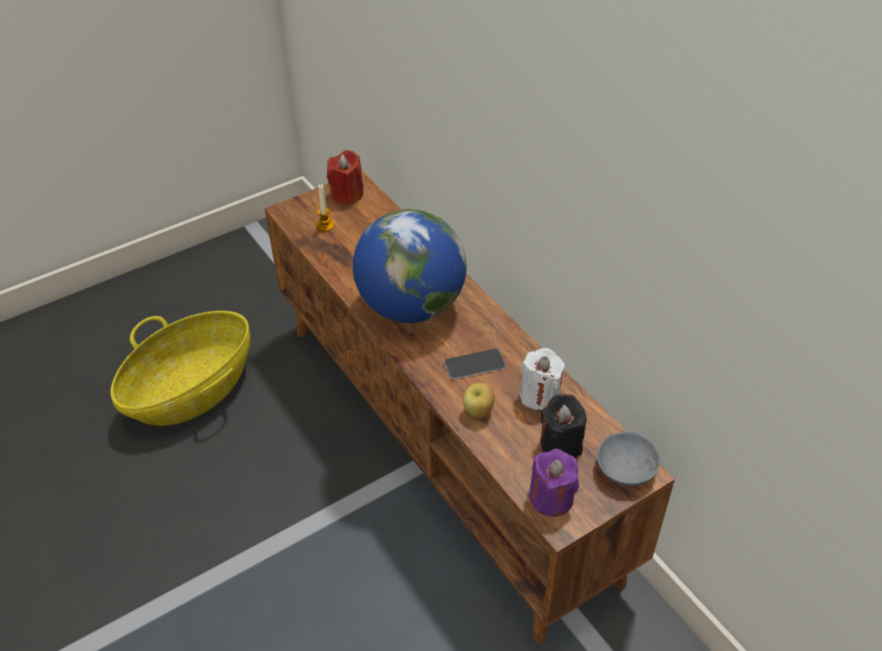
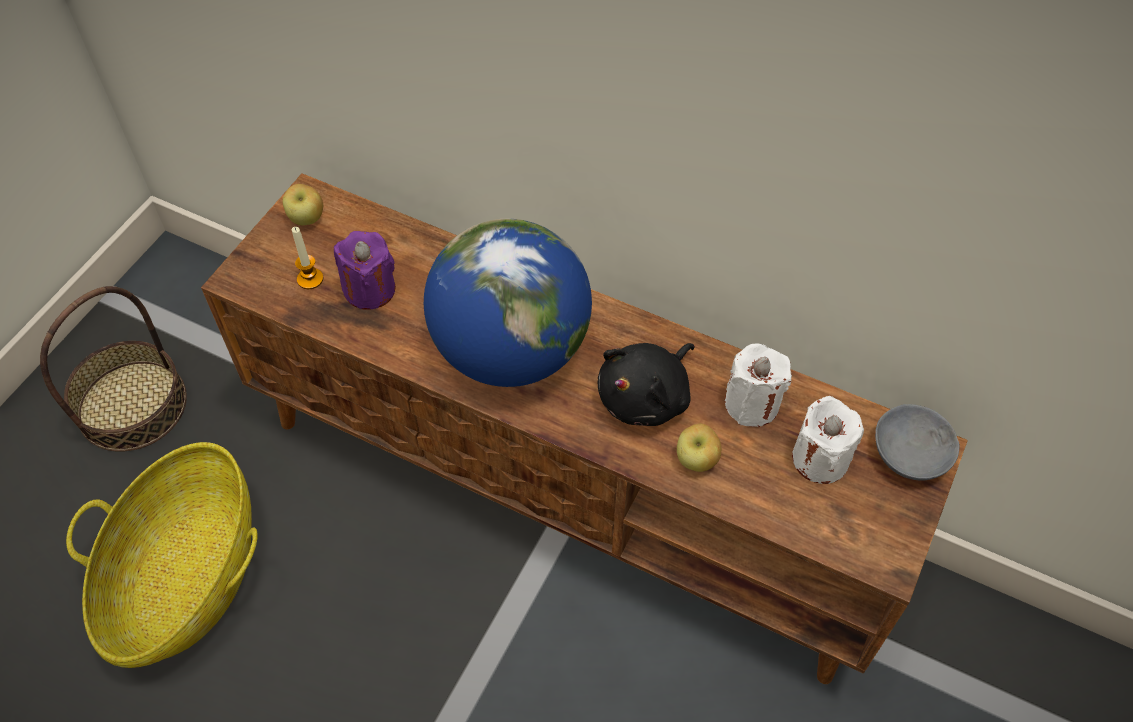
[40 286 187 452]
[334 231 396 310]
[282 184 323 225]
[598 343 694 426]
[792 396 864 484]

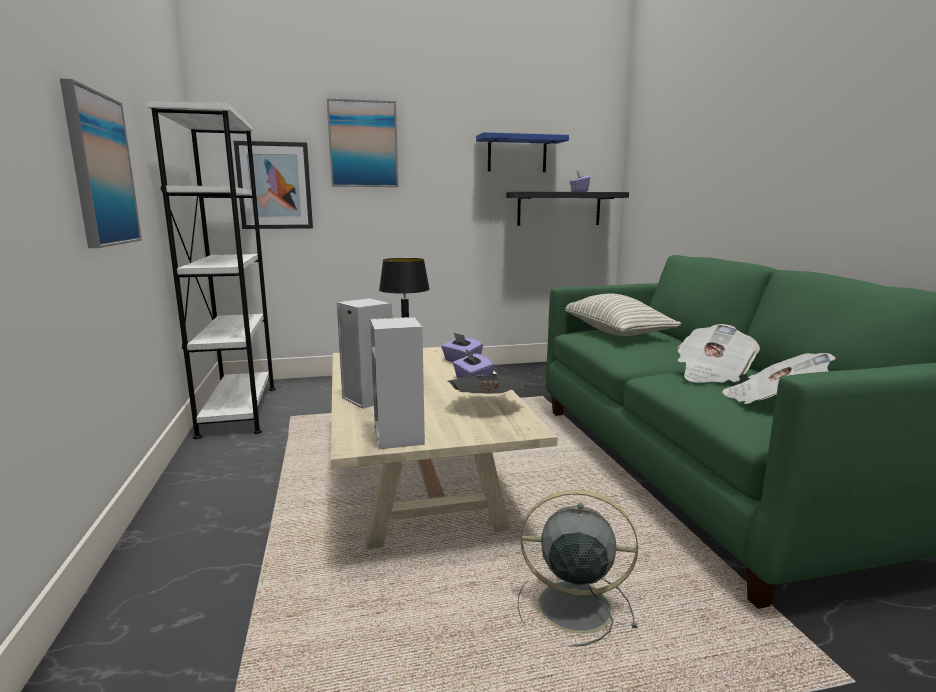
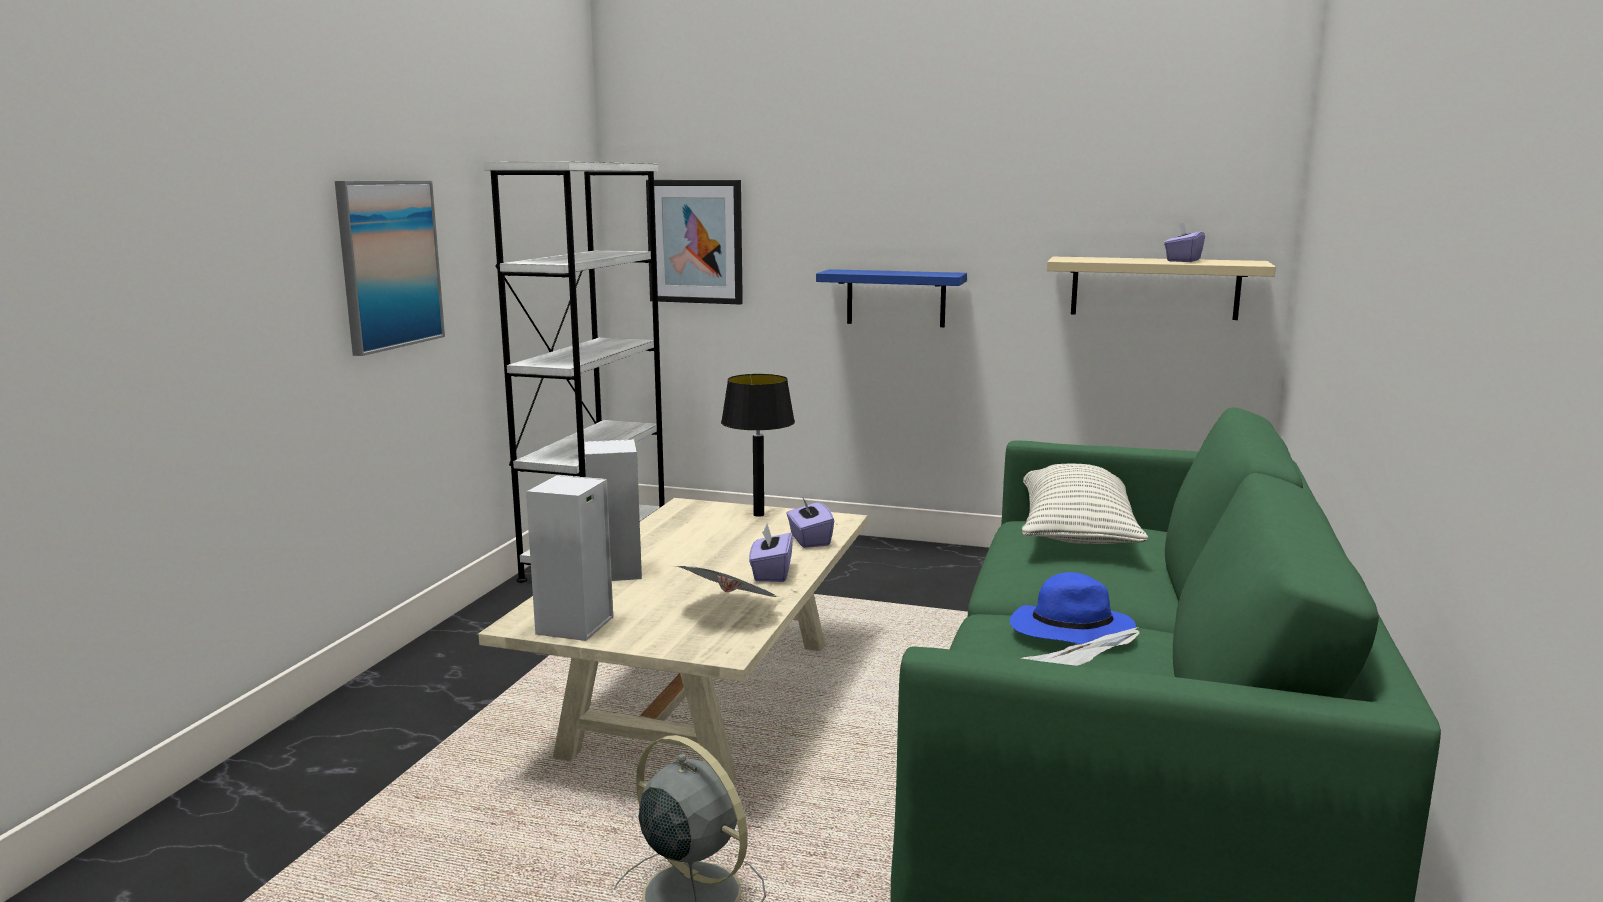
[327 98 398 187] (first image)
[816 269 967 327]
[1010 572 1136 644]
[1047 257 1276 320]

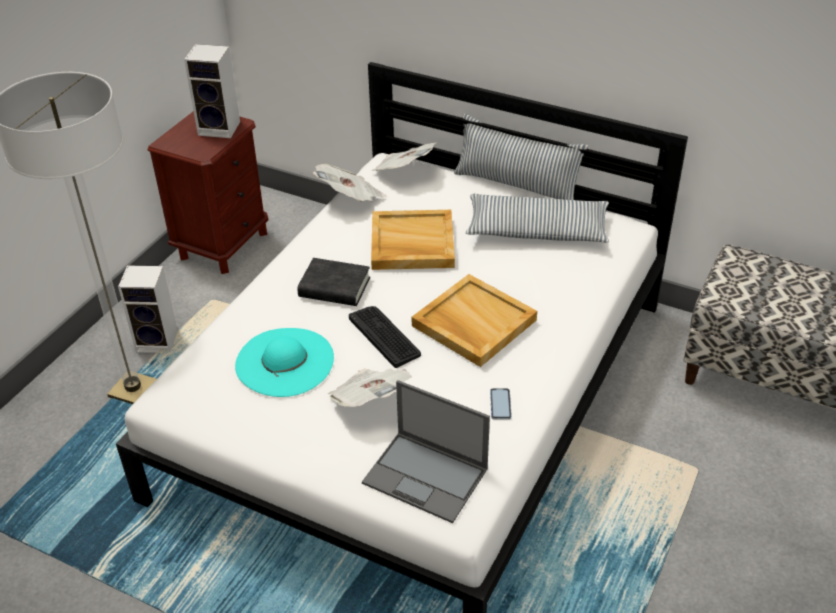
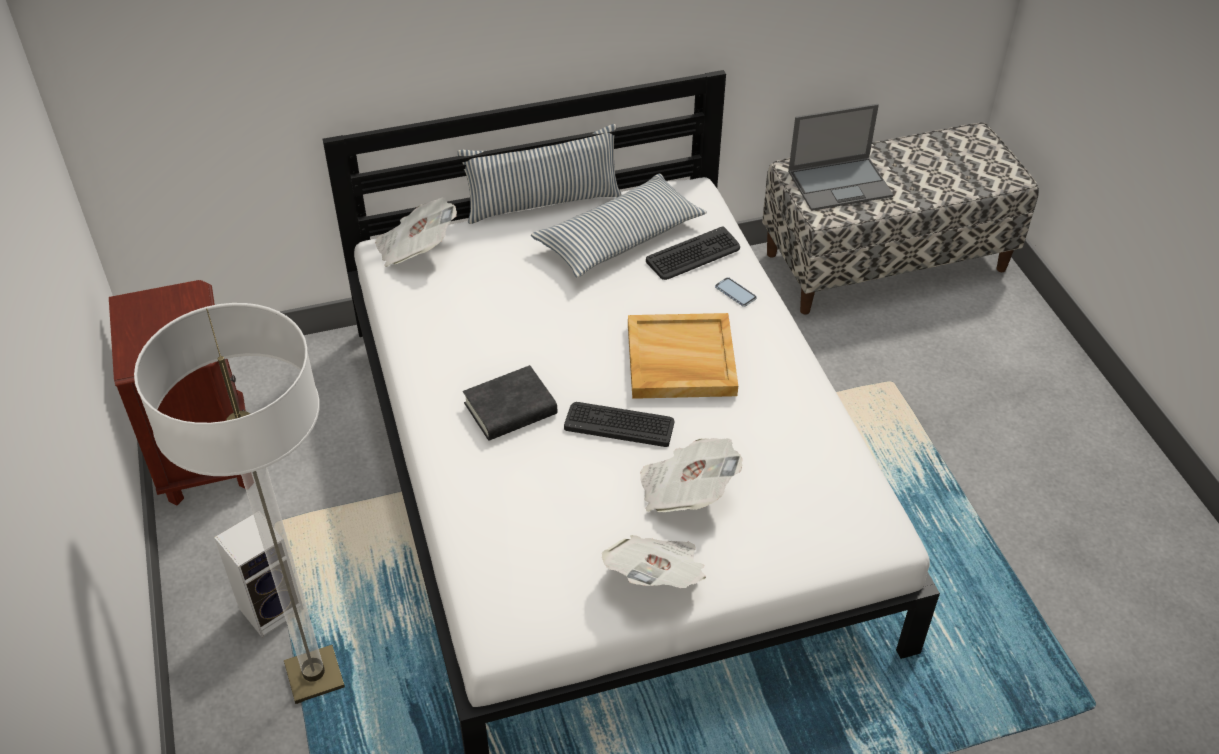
[184 44 240 138] (first image)
[235 328 334 397] (first image)
[371 210 455 270] (first image)
[646 226 740 280]
[602 535 706 588]
[788 104 894 211]
[715 277 757 307]

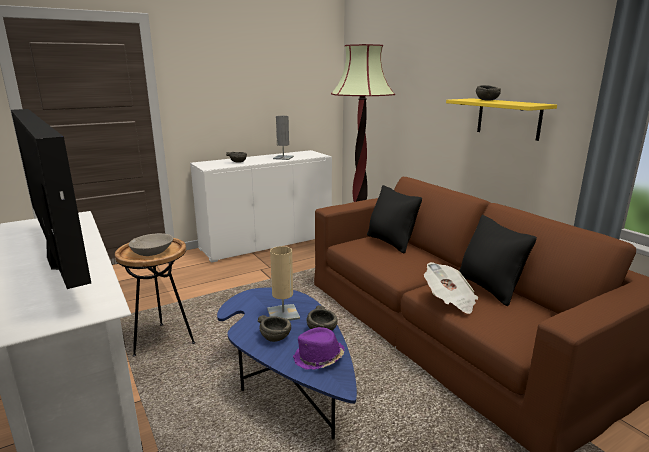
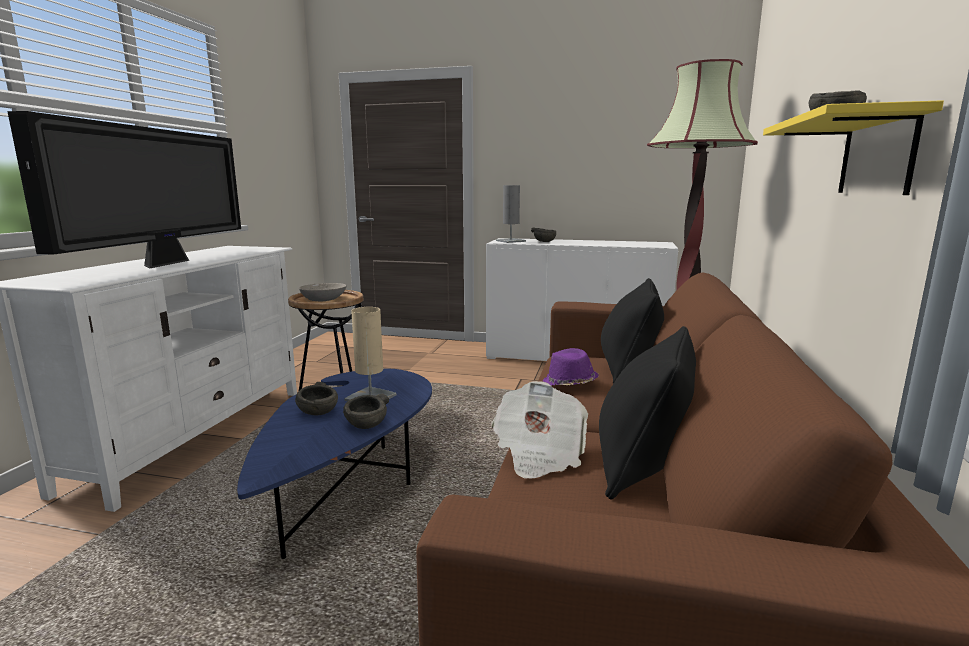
[496 185 526 243]
[543 348 599 386]

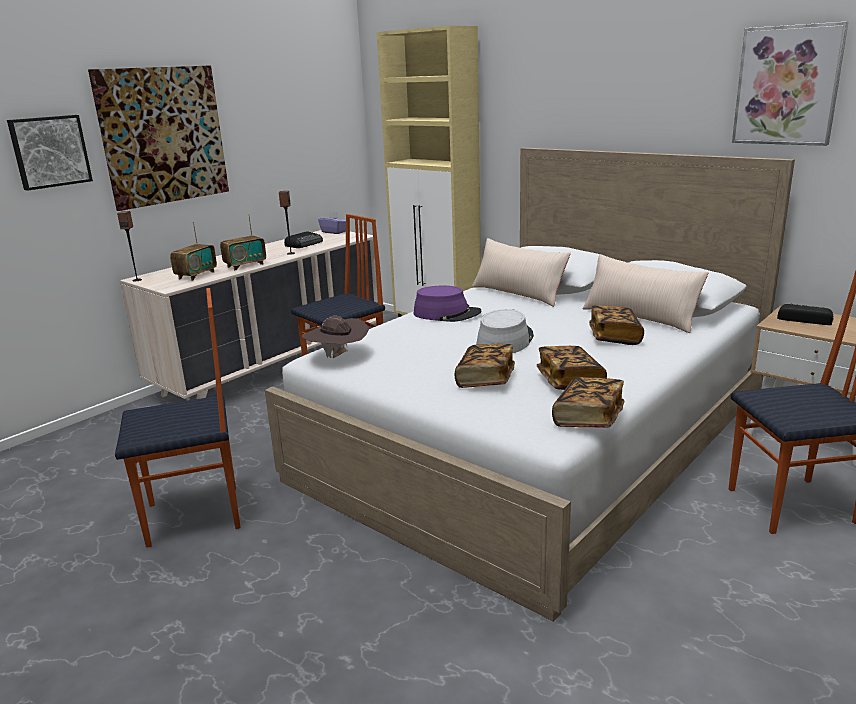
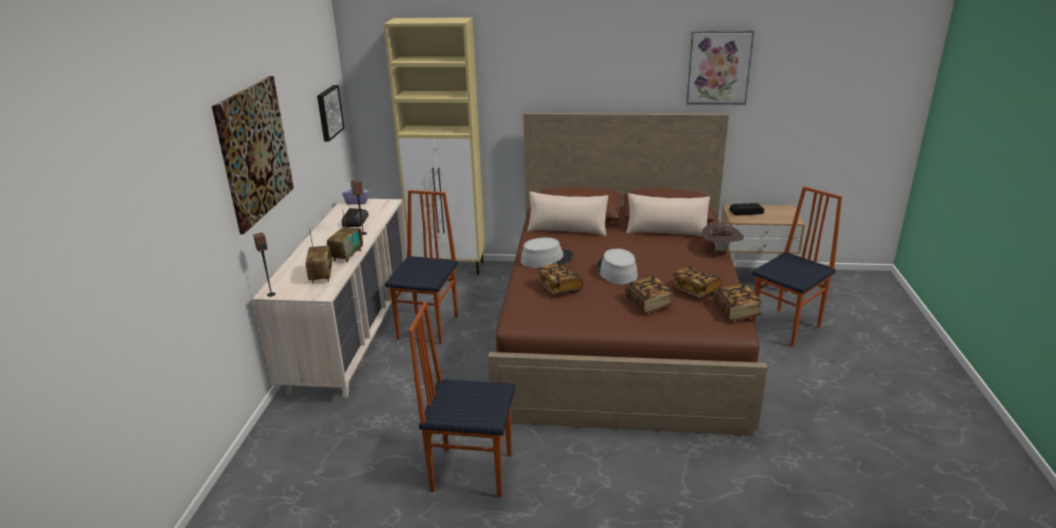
[317 85 345 141]
[701 223 744 252]
[536 263 583 295]
[488 113 767 436]
[521 237 573 268]
[409 302 515 498]

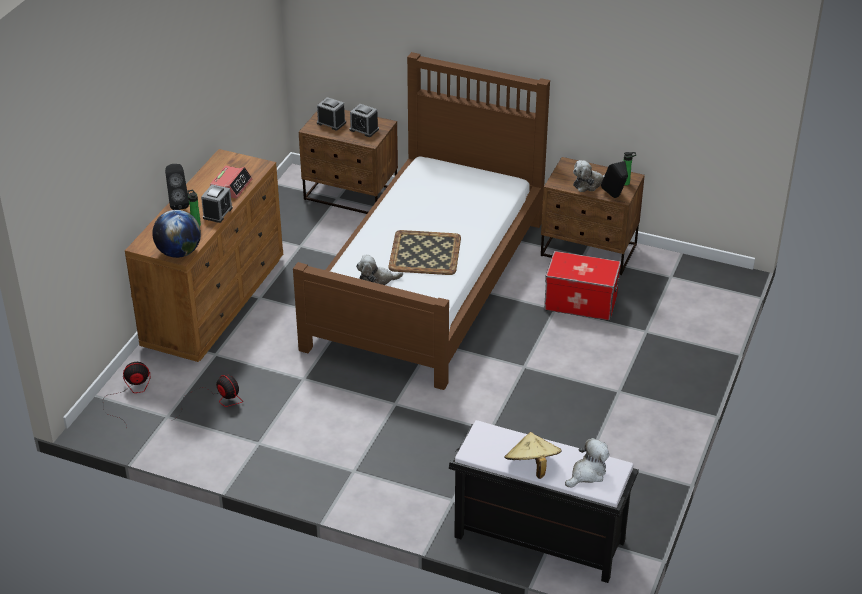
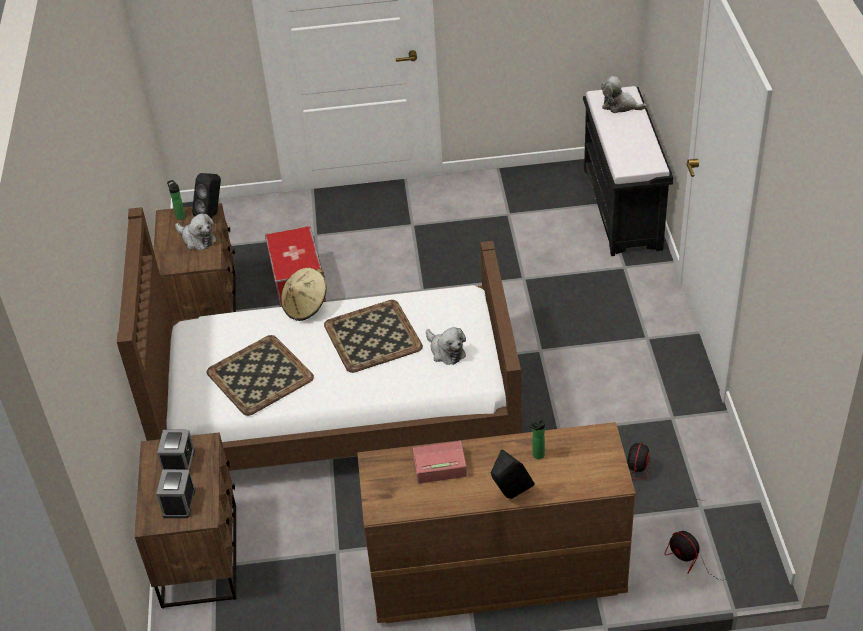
[152 210 201 258] (first image)
[201 184 233 223] (first image)
[207 335 314 416]
[281 268 326 321]

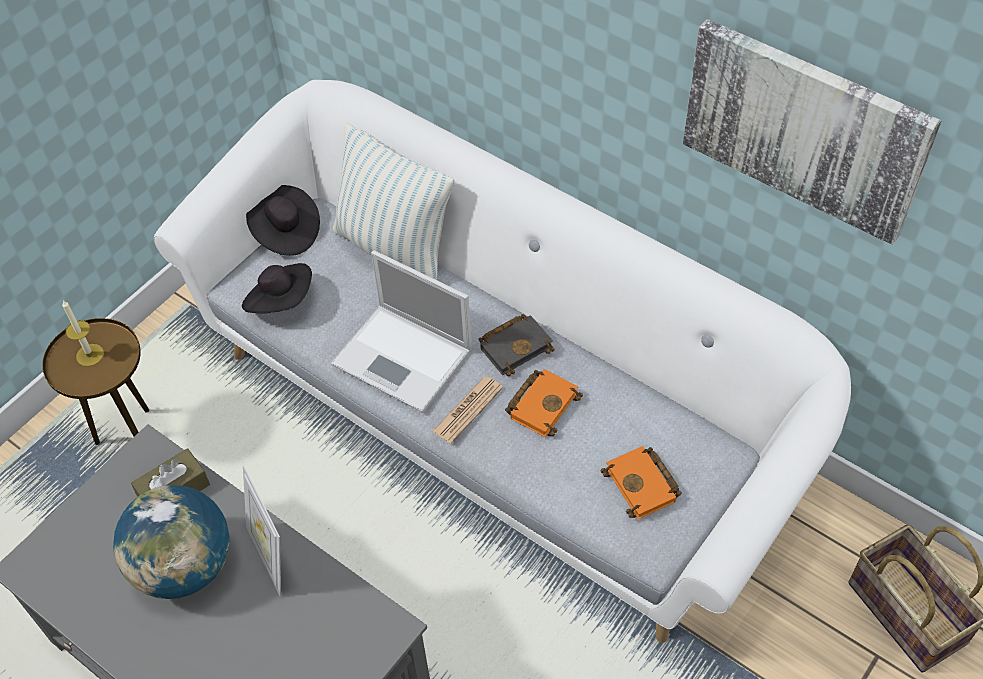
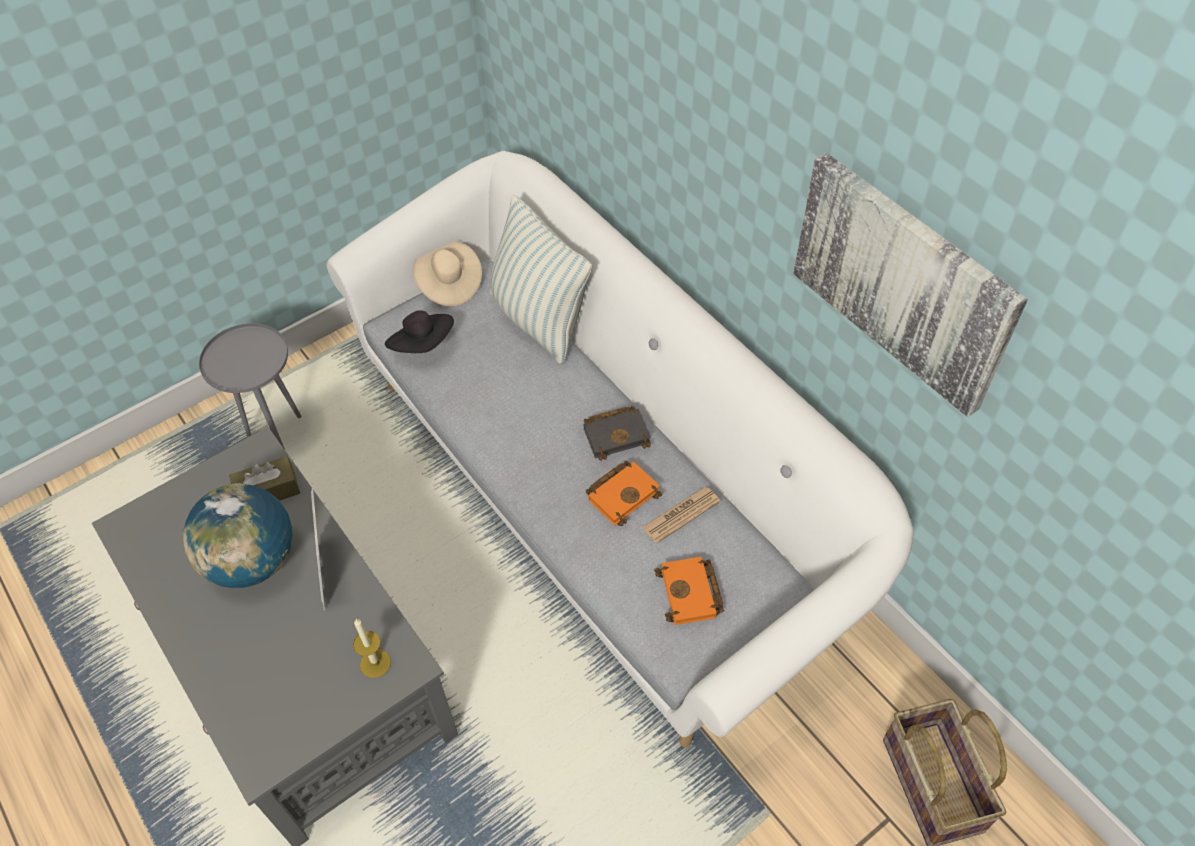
[331 250 472 413] (first image)
[353 619 391 678]
[642 487 720 543]
[199 323 302 449]
[413 241 482 307]

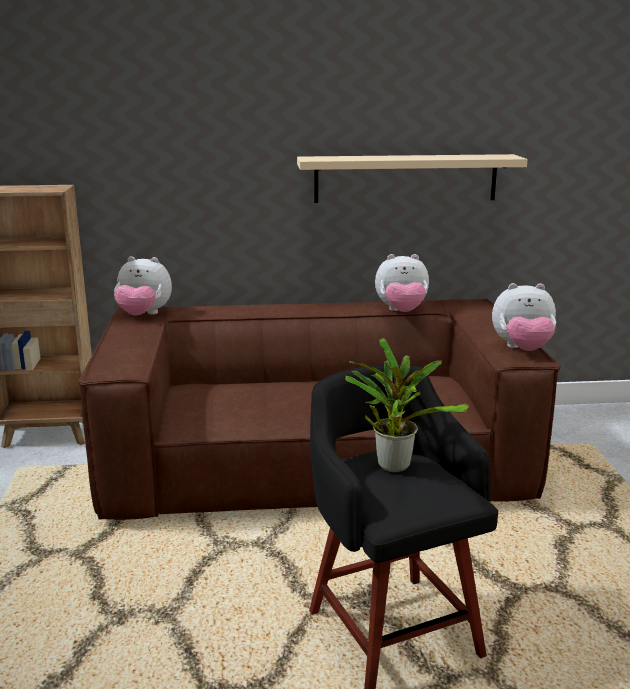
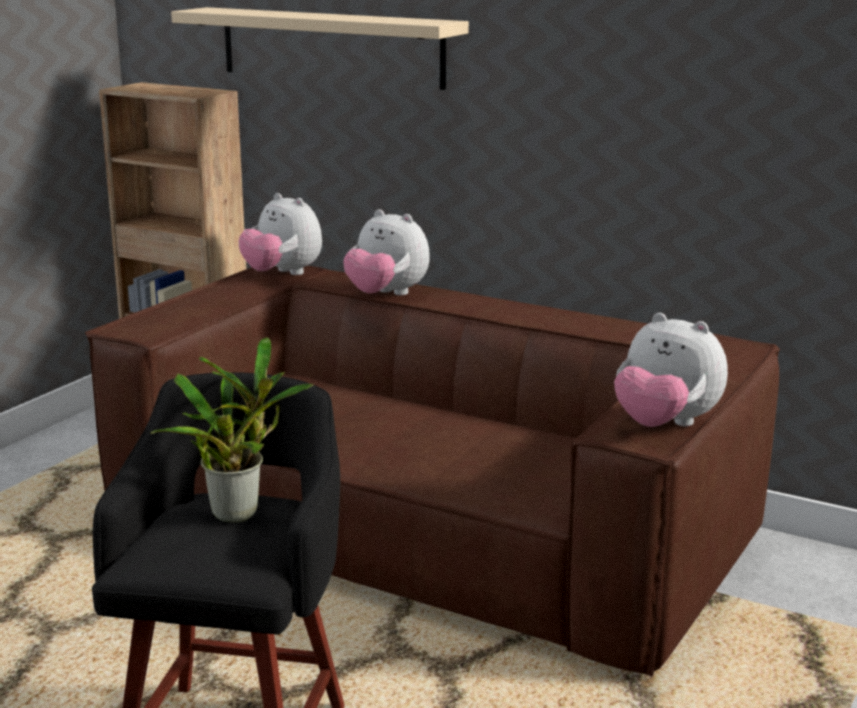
[171 7 469 90]
[343 209 430 296]

